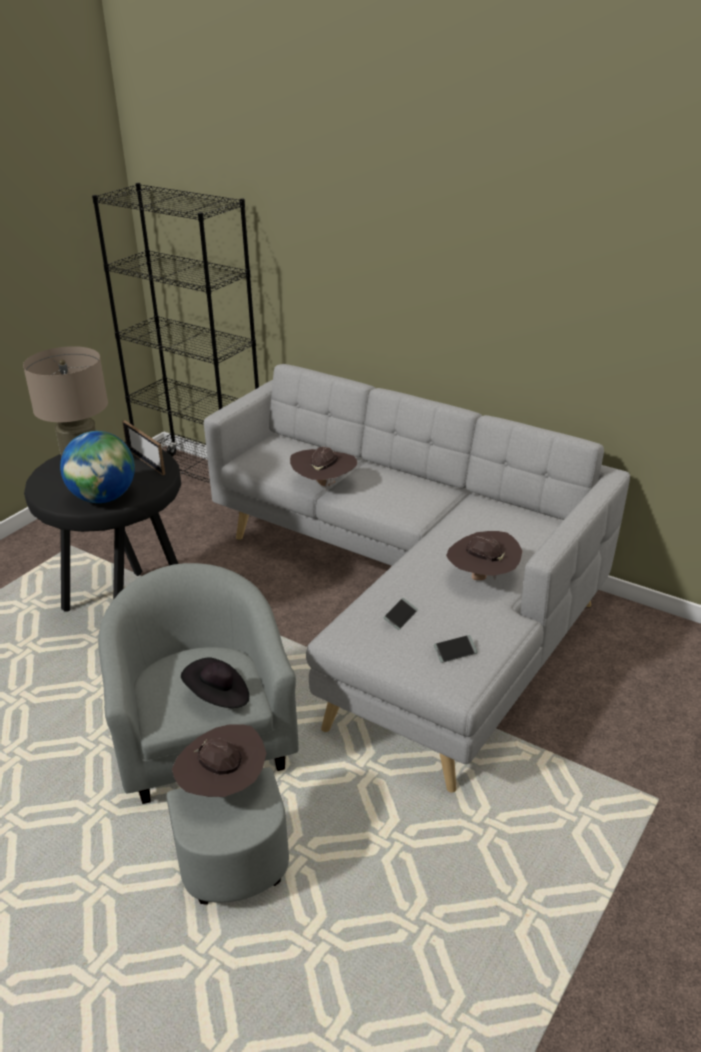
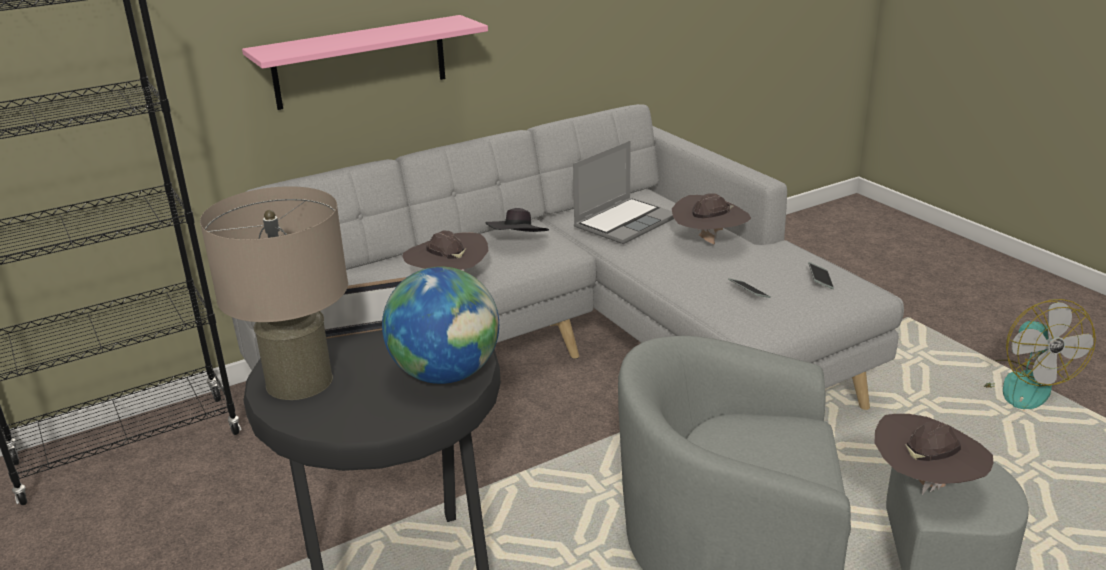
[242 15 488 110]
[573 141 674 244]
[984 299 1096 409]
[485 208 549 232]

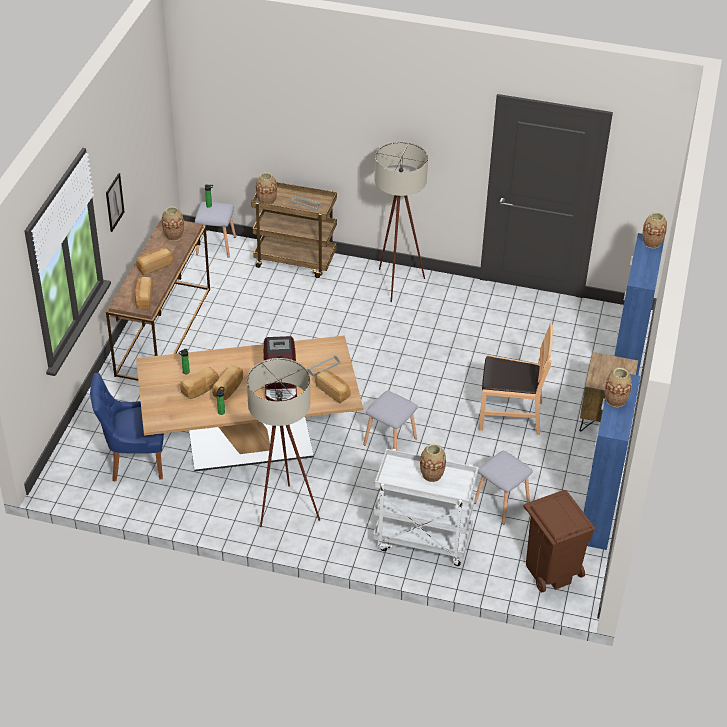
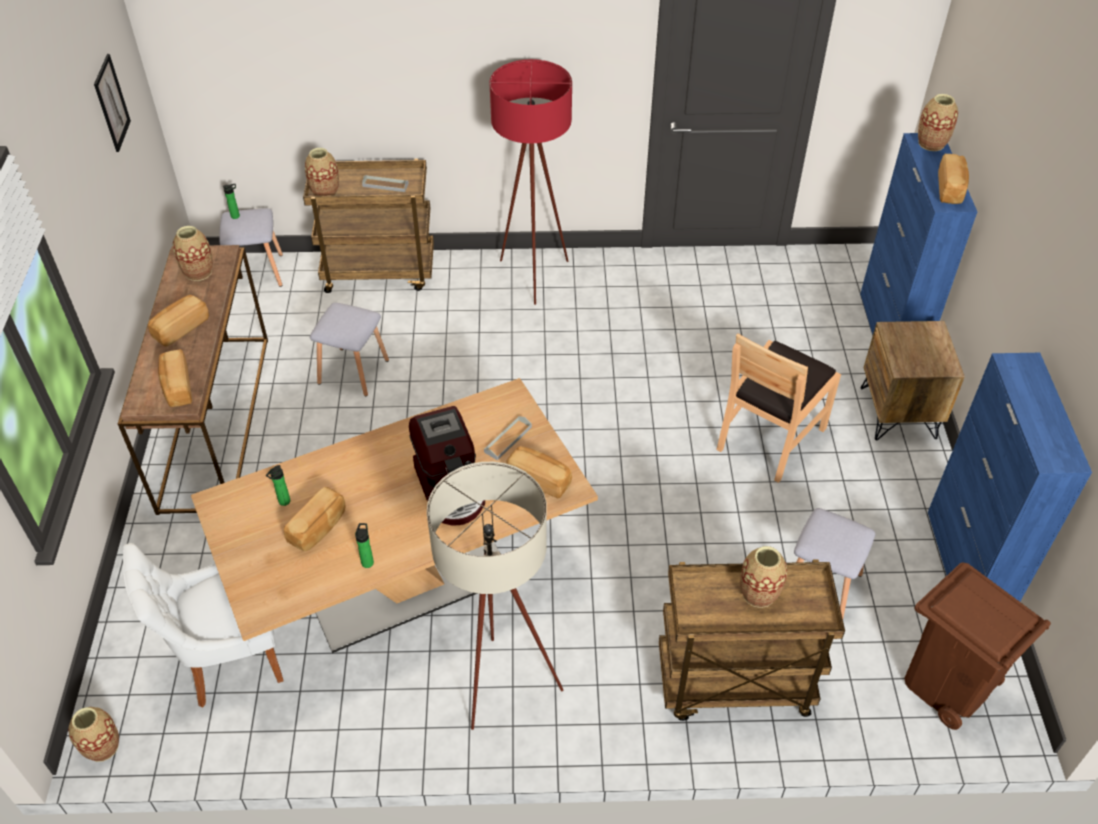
[94 54 131 152]
[938 154 969 204]
[310 303 389 397]
[68 707 119 762]
[123 543 284 707]
[659 559 845 721]
[489 59 572 305]
[716 333 841 483]

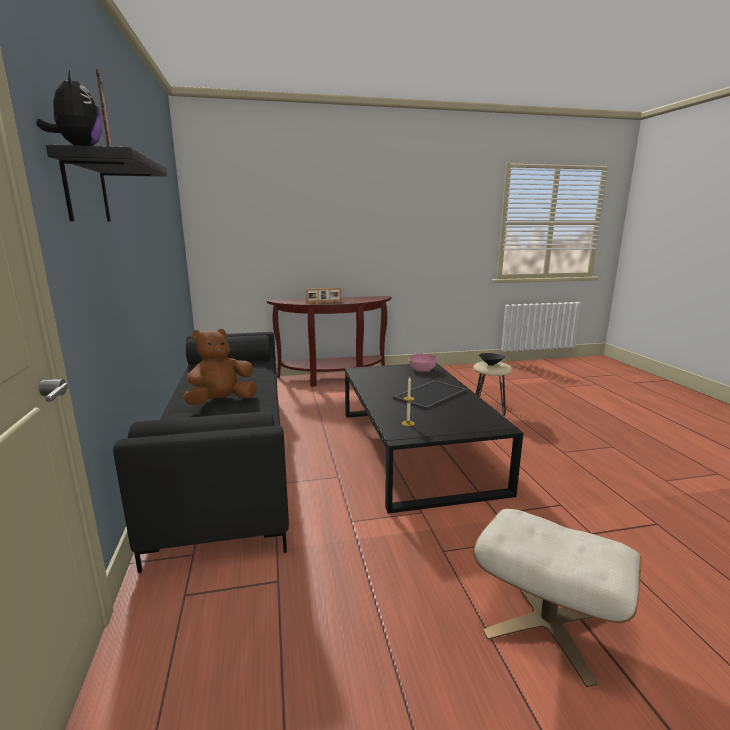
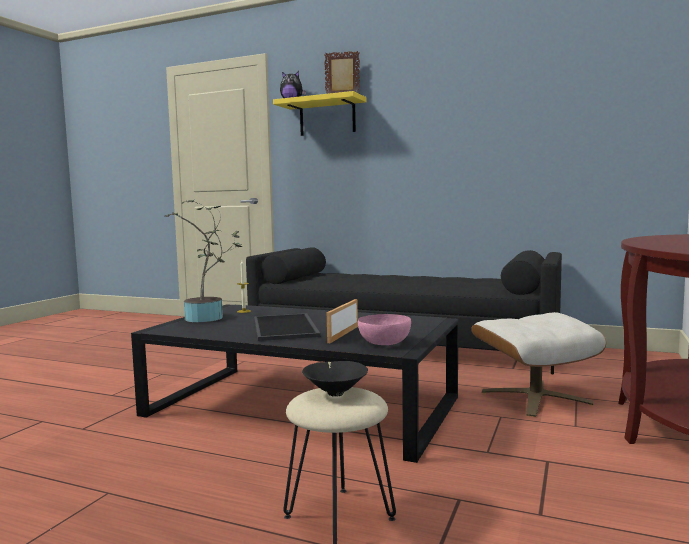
[183 329 257 405] (first image)
[164 200 242 322]
[327 299 358 343]
[471 312 607 417]
[273 91 367 136]

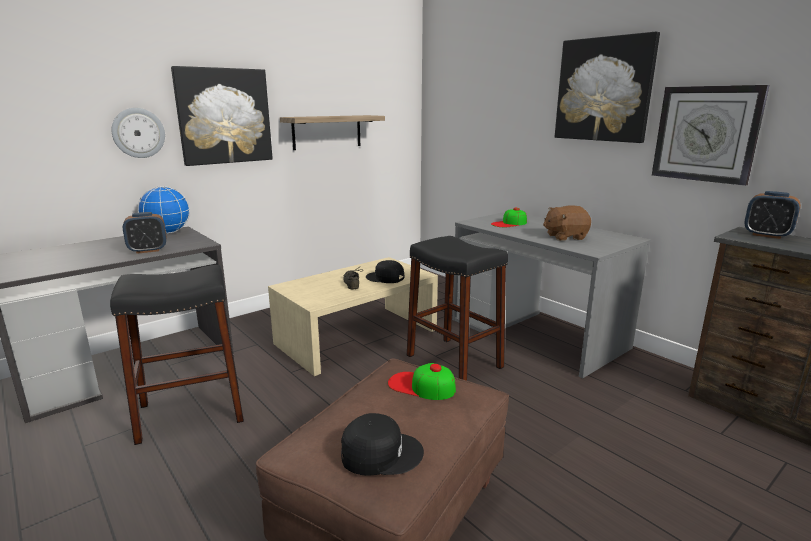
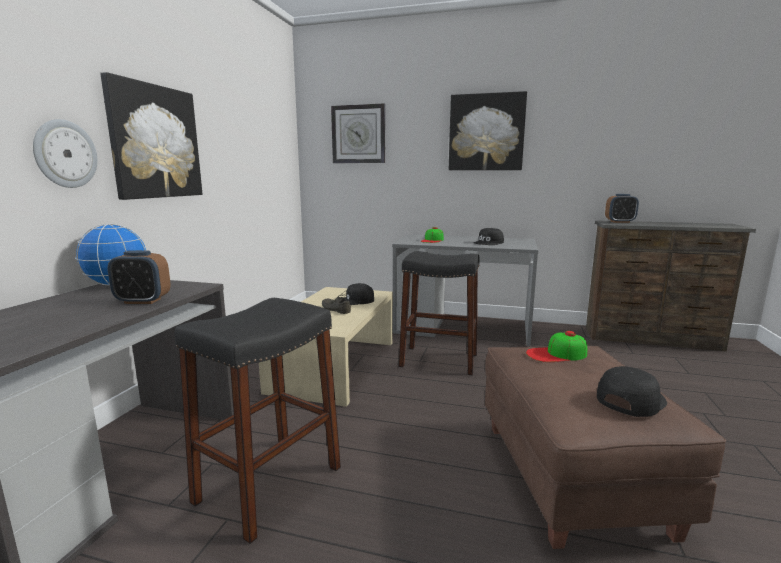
[280 115 385 150] (first image)
[331 104 385 163]
[473 228 504 245]
[107 250 171 304]

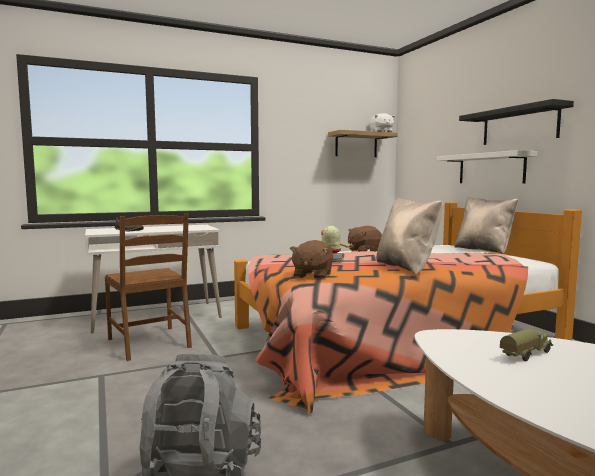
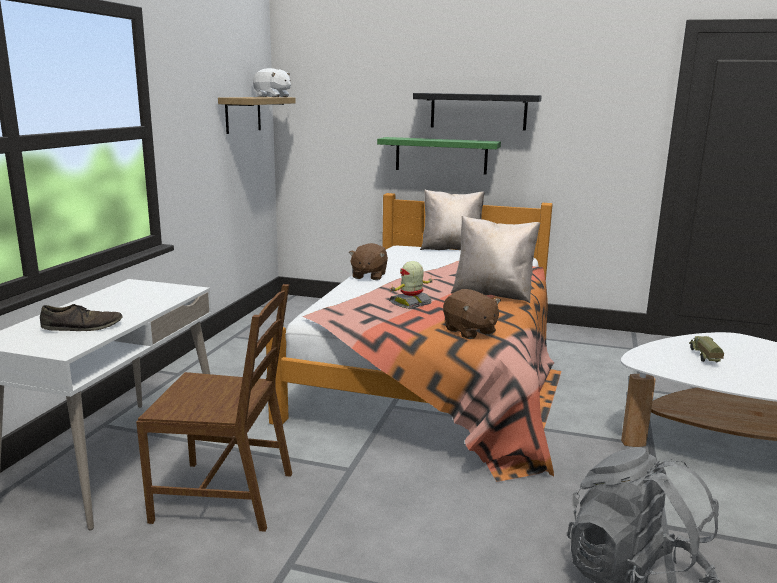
[377 137 501 175]

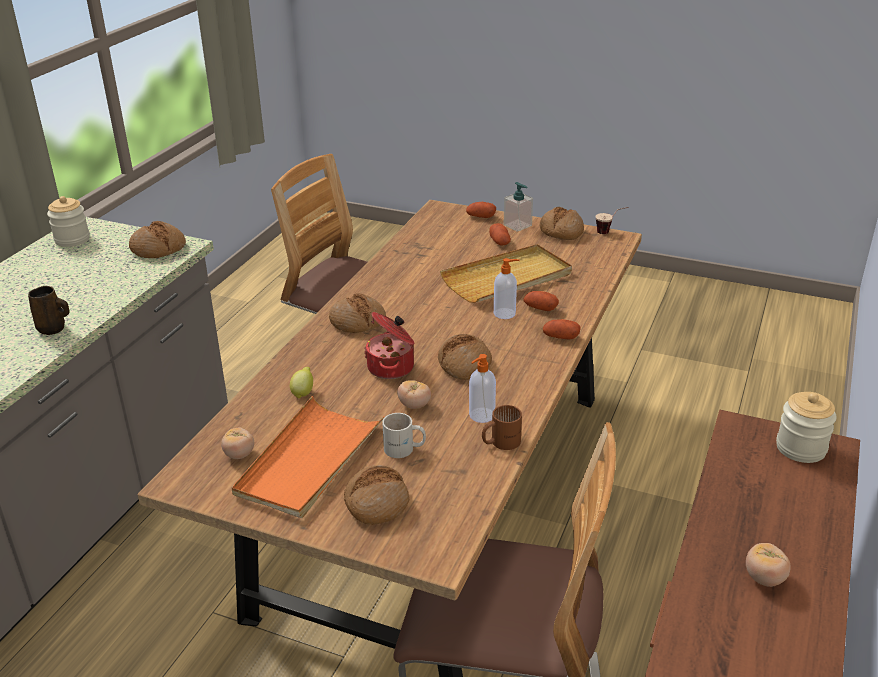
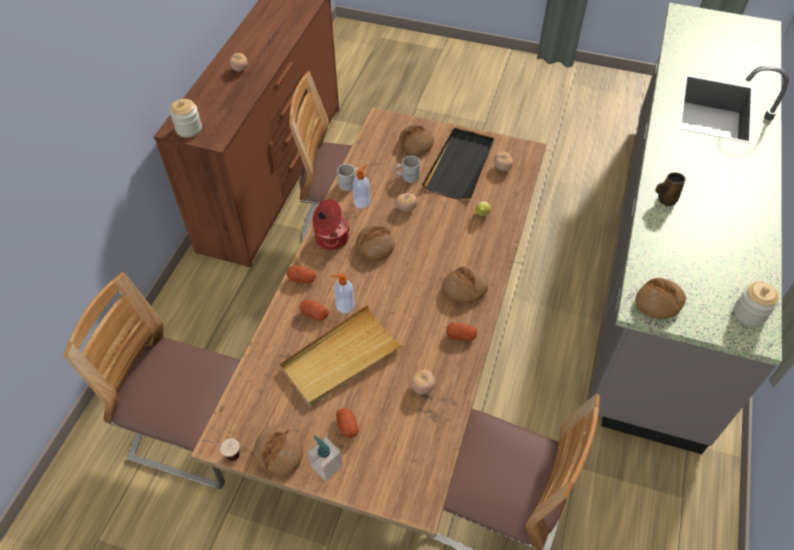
[64 272 240 489]
[411 369 435 395]
[312 199 350 250]
[446 322 477 341]
[422 127 494 200]
[337 164 359 191]

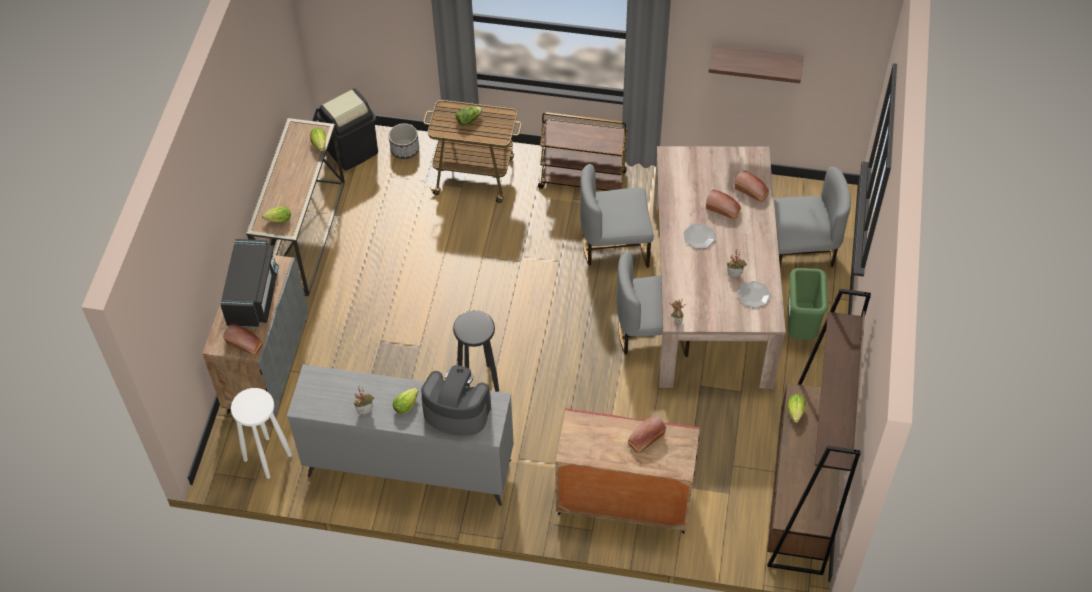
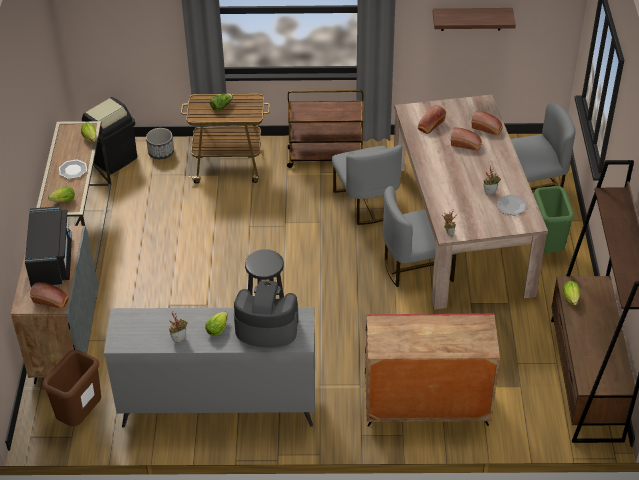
[418 105 446 134]
[59 160 87 179]
[42 350 101 426]
[332 145 402 225]

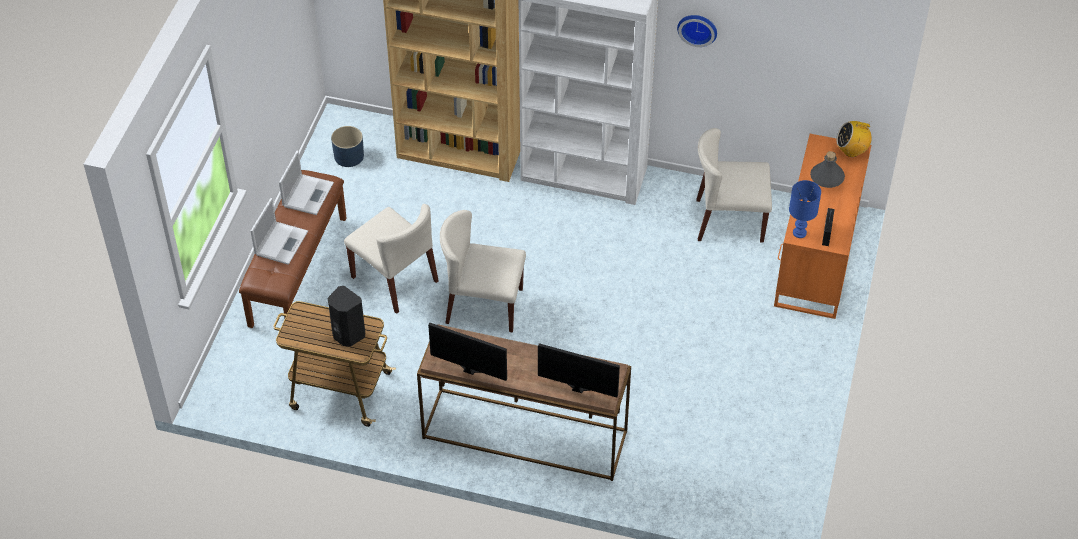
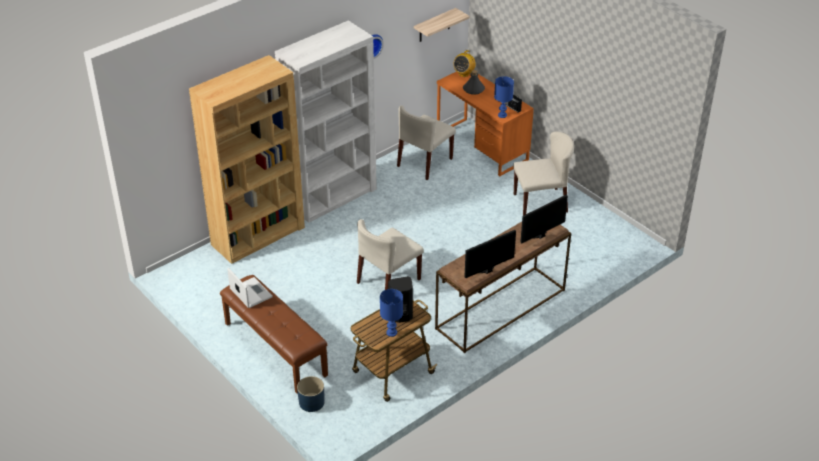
[251 198 308 265] (first image)
[380 289 403 337]
[414 8 470 42]
[297 376 325 412]
[513 131 574 215]

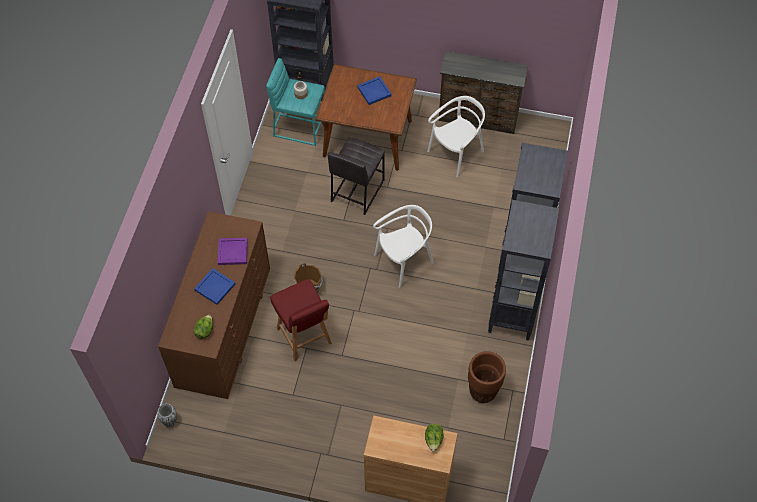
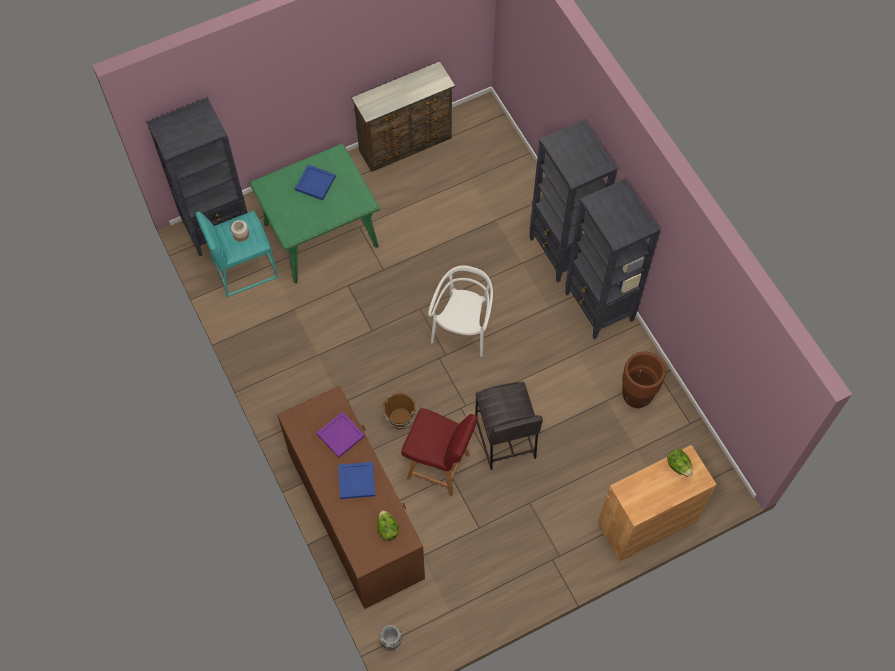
[427 96 485 177] (first image)
[475 381 543 470]
[249 143 380 283]

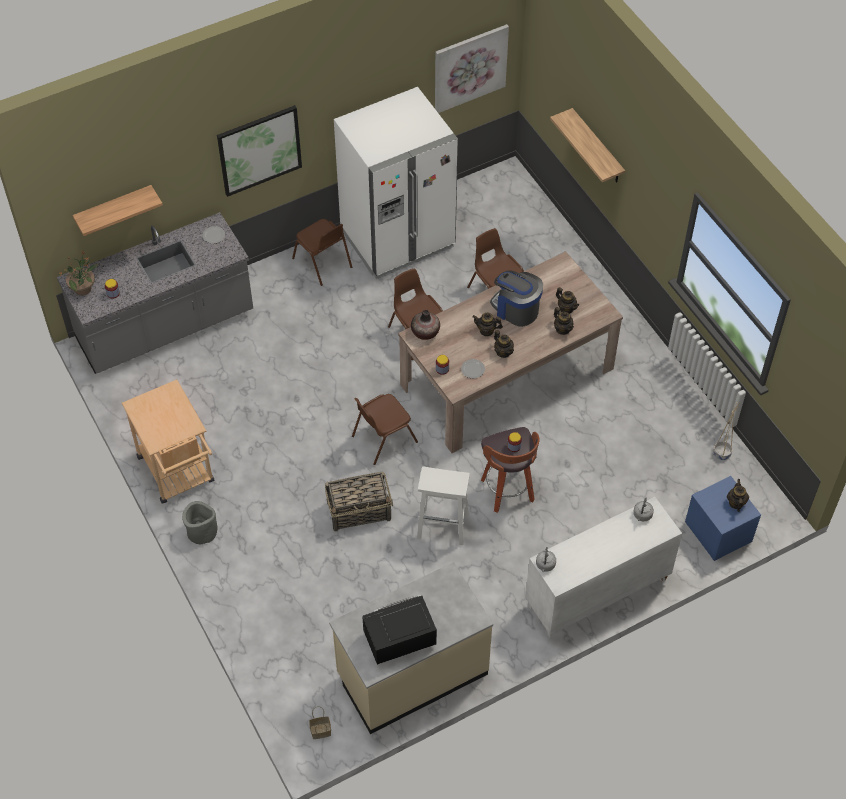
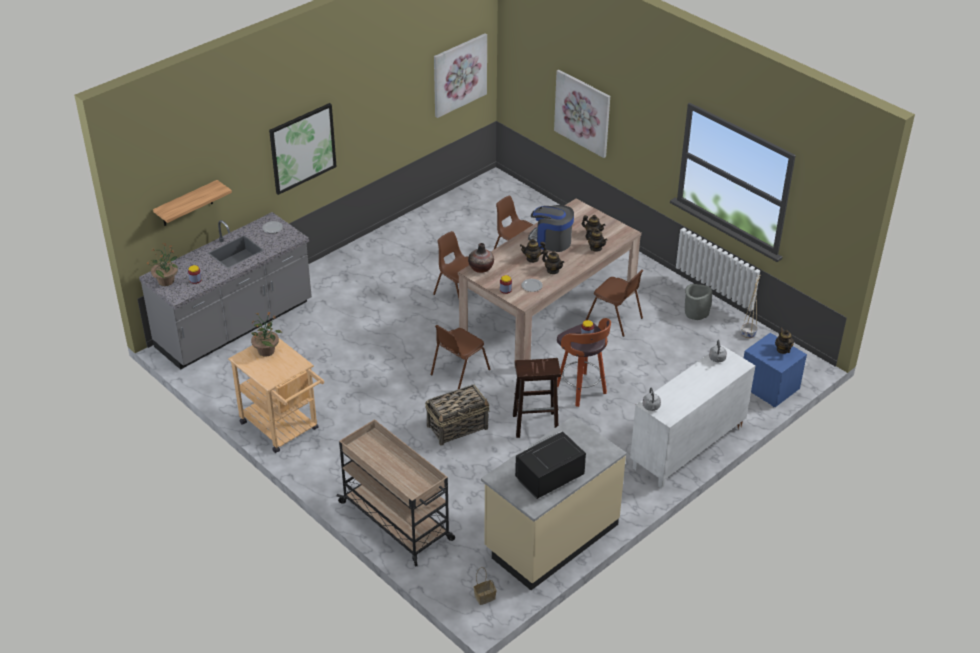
[334 87 458 279] (first image)
[251 311 282 357]
[337 419 455 567]
[685 284 712 320]
[586 270 644 337]
[554 70 610 158]
[513 358 561 438]

